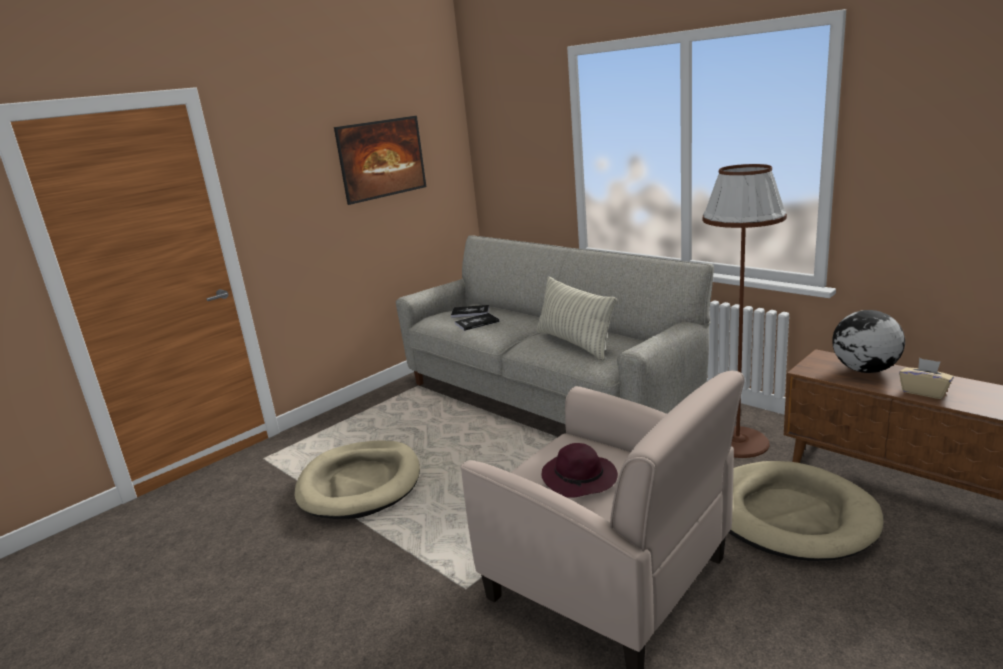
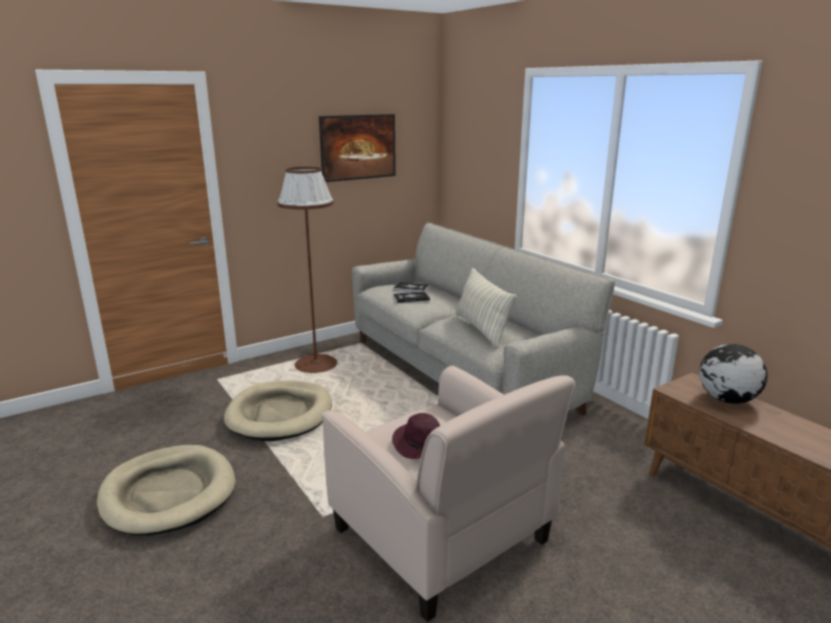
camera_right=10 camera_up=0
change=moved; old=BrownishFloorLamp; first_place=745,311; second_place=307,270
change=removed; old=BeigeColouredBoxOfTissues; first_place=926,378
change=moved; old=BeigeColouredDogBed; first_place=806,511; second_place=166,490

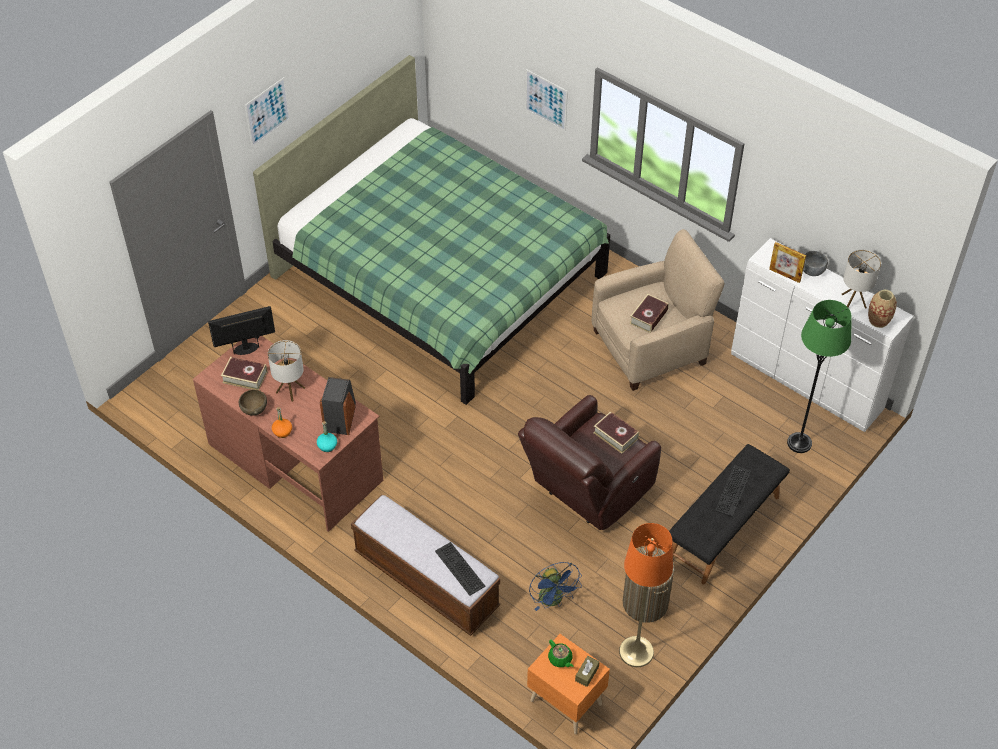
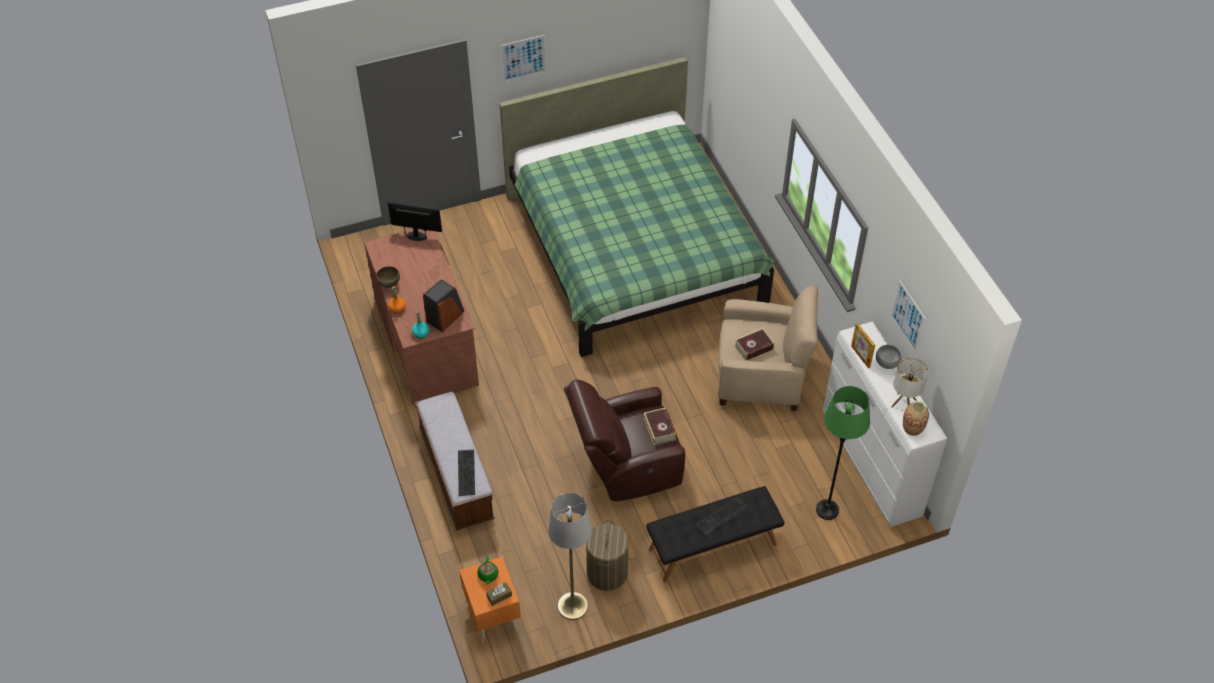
camera_right=30 camera_up=0
change=moved; old=WallPicture; first_place=546,100; second_place=908,316
change=removed; old=LampForATable; first_place=286,371
change=removed; old=Volume; first_place=244,373
change=recoloured; old=OrangeColouredFloorLamp; new=GreyishFloorLamp; first_place=646,595; second_place=570,556
change=removed; old=BlueColouredCoolingFan; first_place=555,586

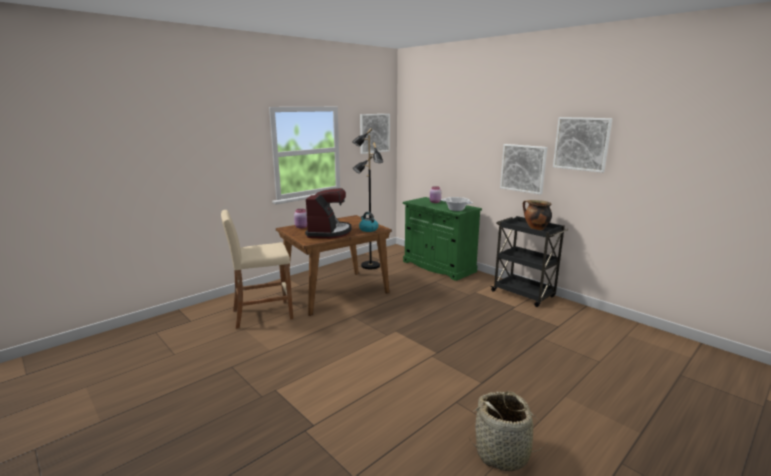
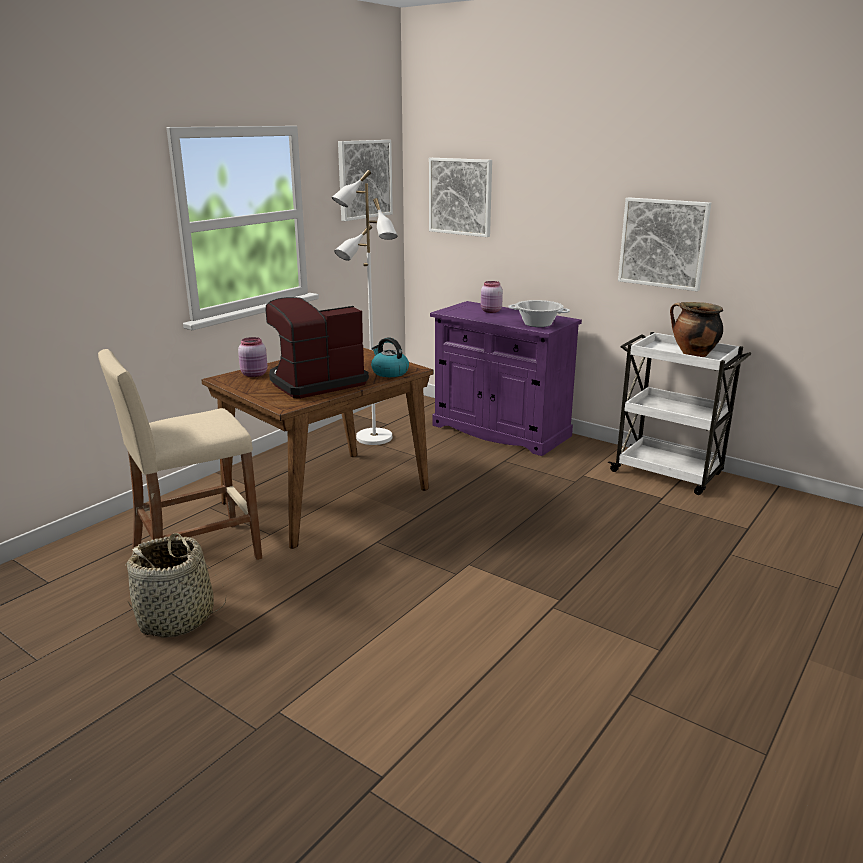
camera_right=-10 camera_up=5
change=moved; old=WallPicture; first_place=583,145; second_place=460,197
change=recoloured; old=BlackFloorLamp; new=WhiteFloorLamp; first_place=367,198; second_place=365,307
change=turned; old=CoffeeBrewer; first_place=328,213; second_place=317,348; degrees=-120
change=recoloured; old=GreenCupboard; new=PurpleCupboard; first_place=442,239; second_place=506,378
change=recoloured; old=BlackCart; new=WhiteCart; first_place=529,261; second_place=679,413
change=moved; old=StorageBasket; first_place=507,431; second_place=175,585

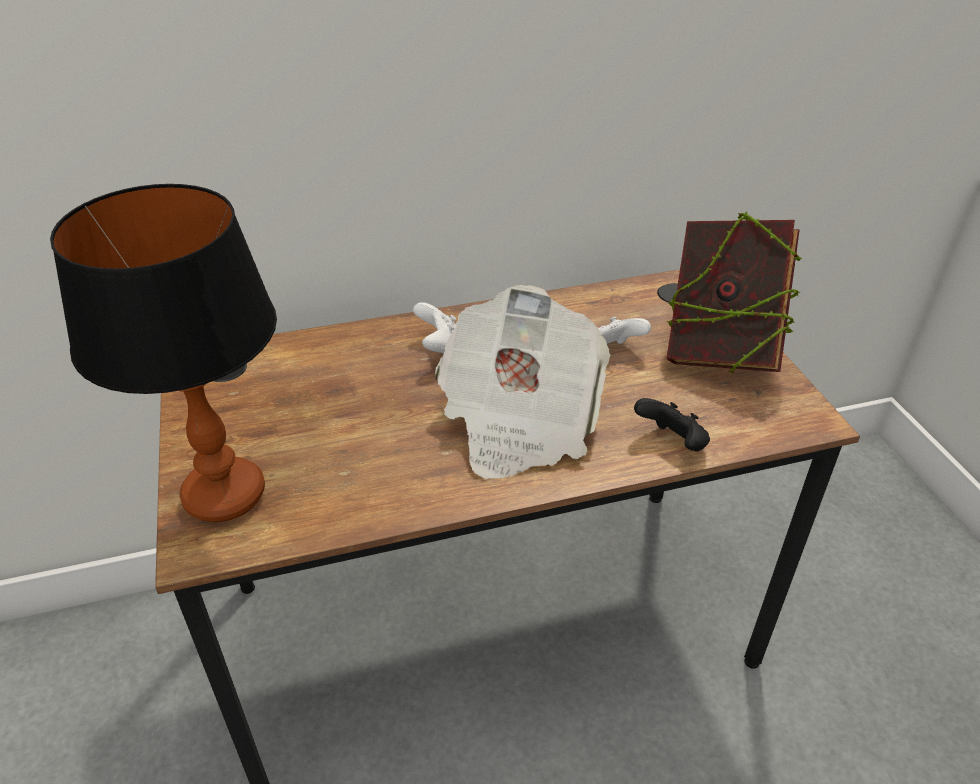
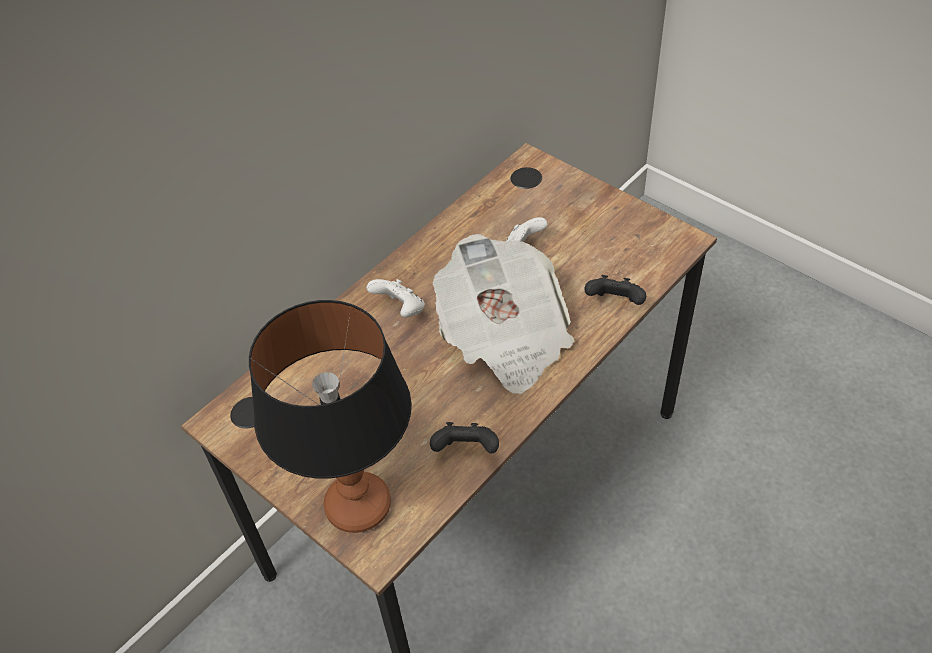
camera_right=-30 camera_up=10
change=removed; old=Volume; first_place=734,292
change=added; new=BlackGamepad; second_place=464,438

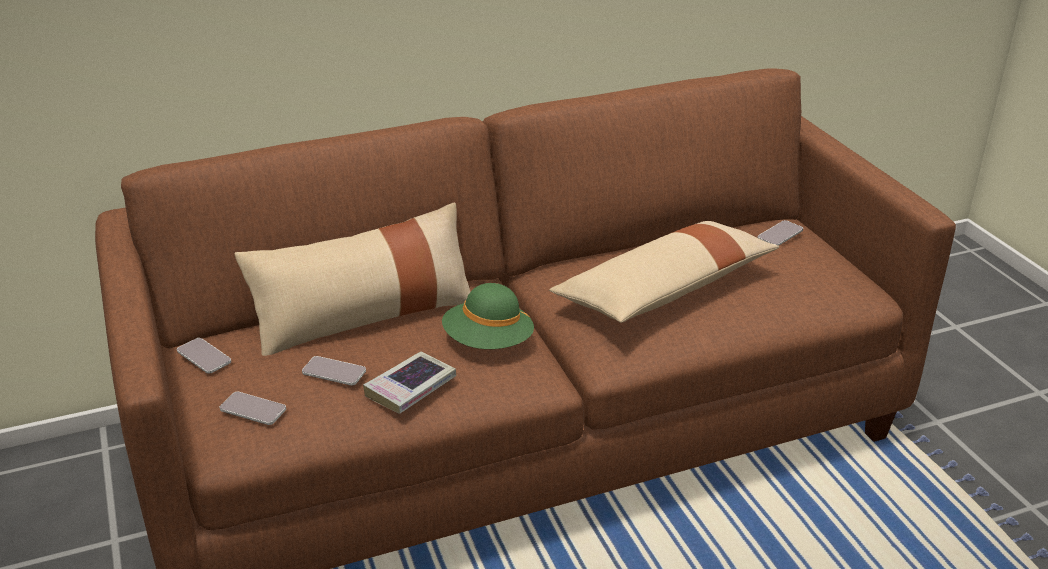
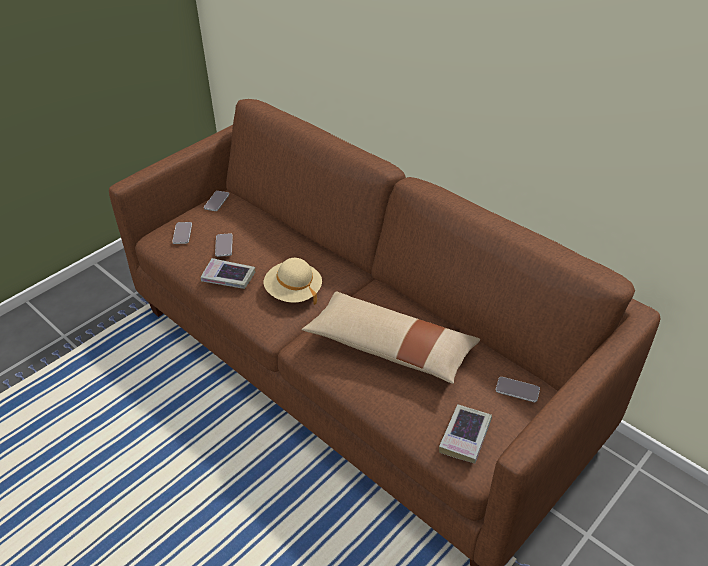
camera_right=65 camera_up=10
change=removed; old=BeigeColouredCushion; first_place=352,279
change=recoloured; old=GreenHat; new=BeigeColouredHat; first_place=488,316; second_place=293,281
change=added; new=Volume; second_place=465,433

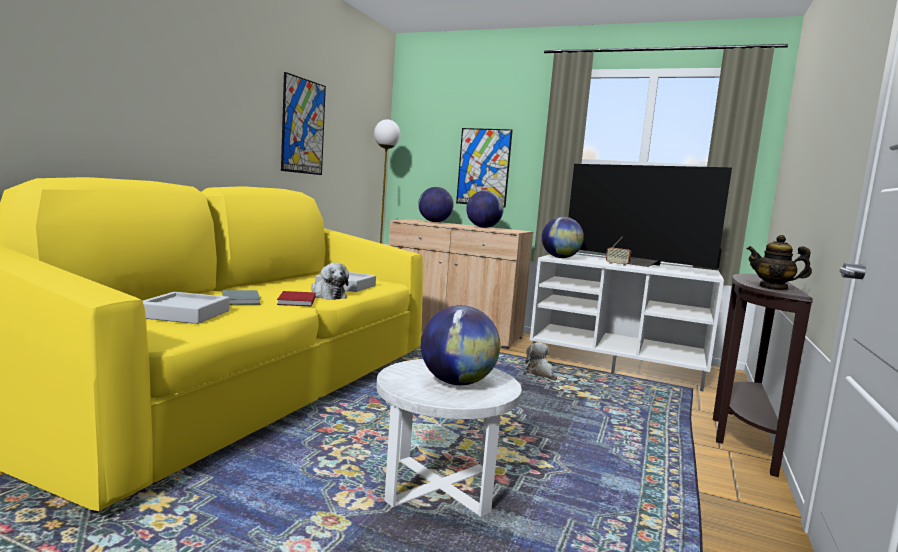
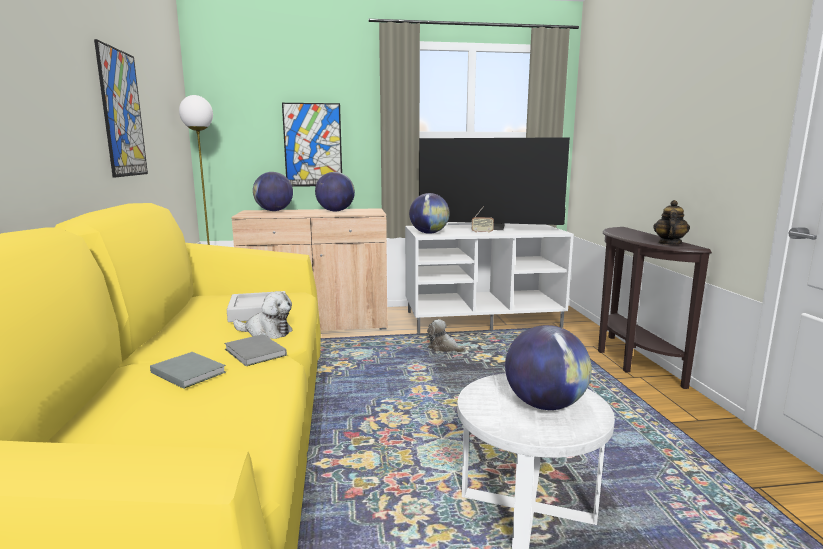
camera_right=-30 camera_up=5
change=turned; old=TeaPot; first_place=779,262; second_place=671,222; degrees=120
change=recoloured; old=ReddishVolume; new=GreyishVolume; first_place=296,299; second_place=255,350
change=removed; old=GreyishServingTray; first_place=186,308

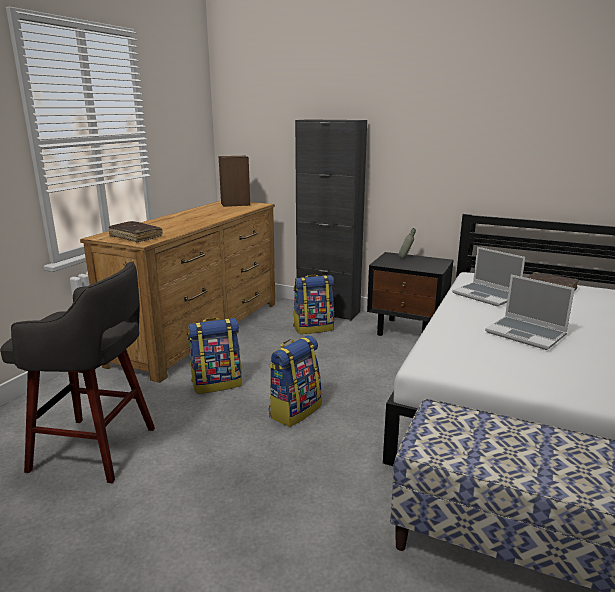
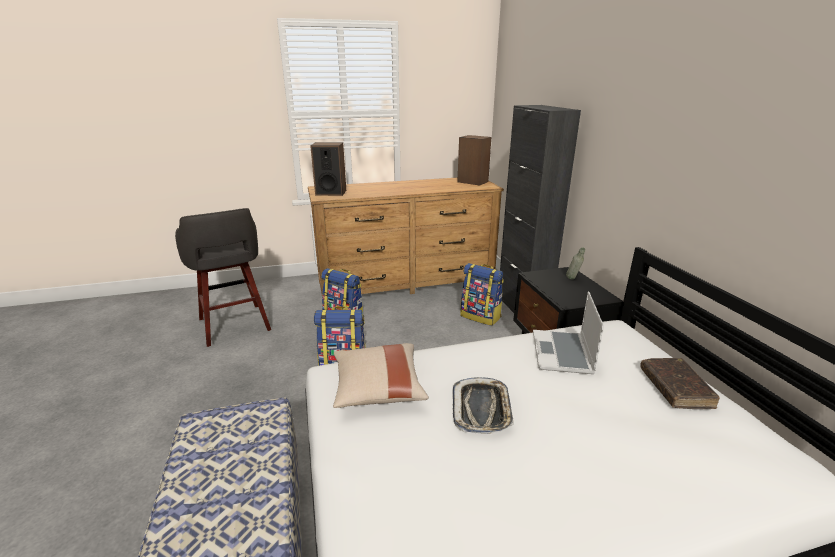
camera_right=50 camera_up=5
change=replaced; old=BrownishVolume; new=Loudspeaker; first_place=136,231; second_place=328,169
change=replaced; old=PortableComputer; new=ServingTray; first_place=530,312; second_place=483,405
change=added; new=BeigeColouredCushion; second_place=381,375

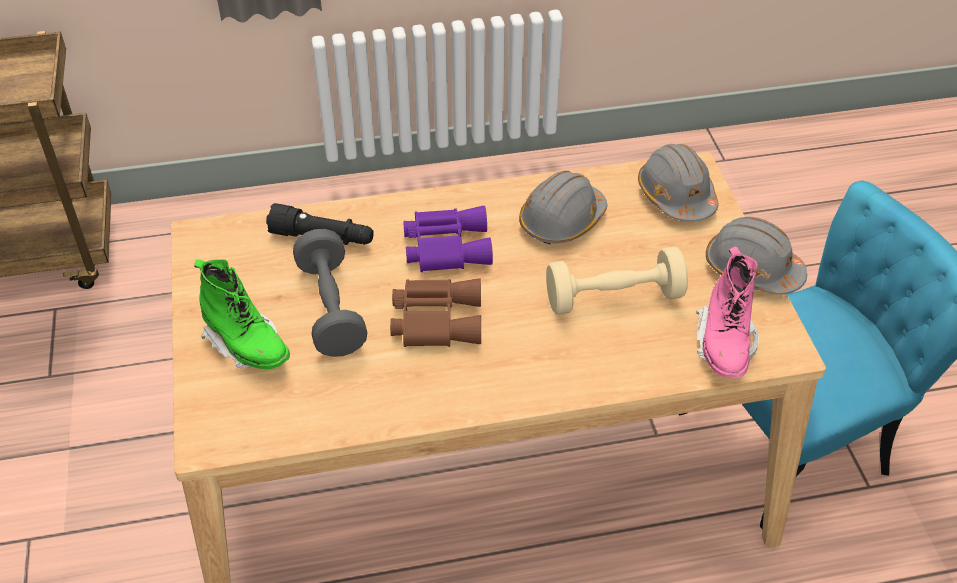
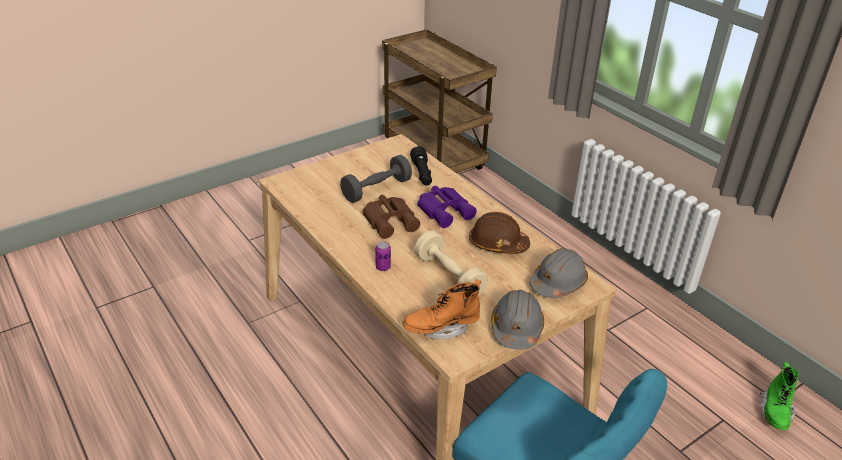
camera_right=65 camera_up=-10
change=recoloured; old=GreyishHardHat; new=BrownishHardHat; first_place=563,207; second_place=499,233
change=recoloured; old=PinkTallBoot; new=OrangeColouredTallBoot; first_place=727,312; second_place=442,309
change=moved; old=GreenTallBoot; first_place=242,314; second_place=779,396
change=added; new=SealedCan; second_place=383,256

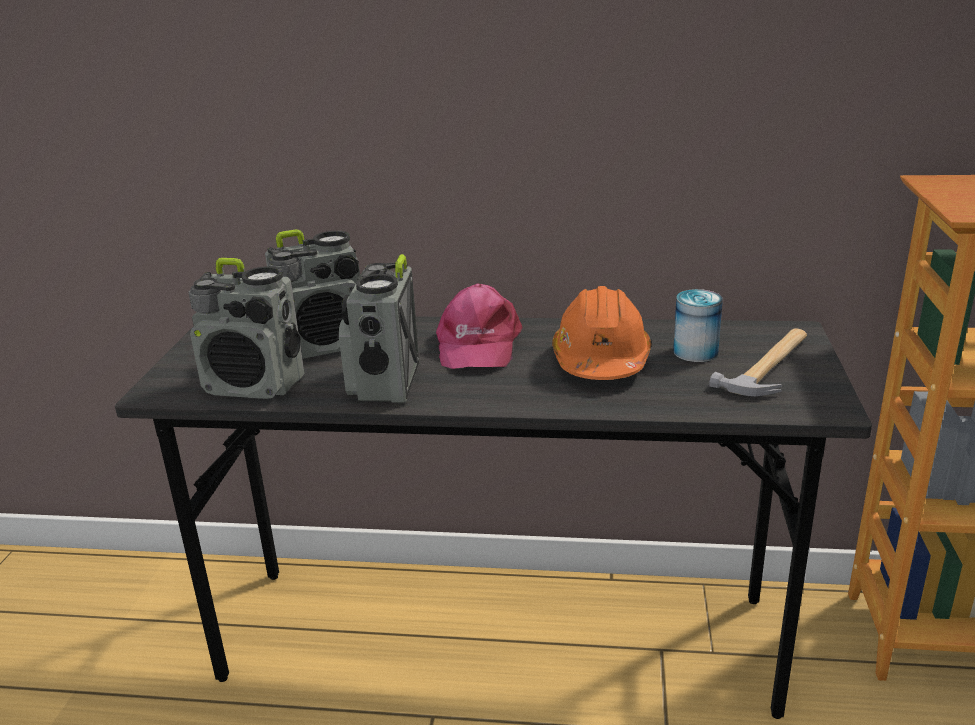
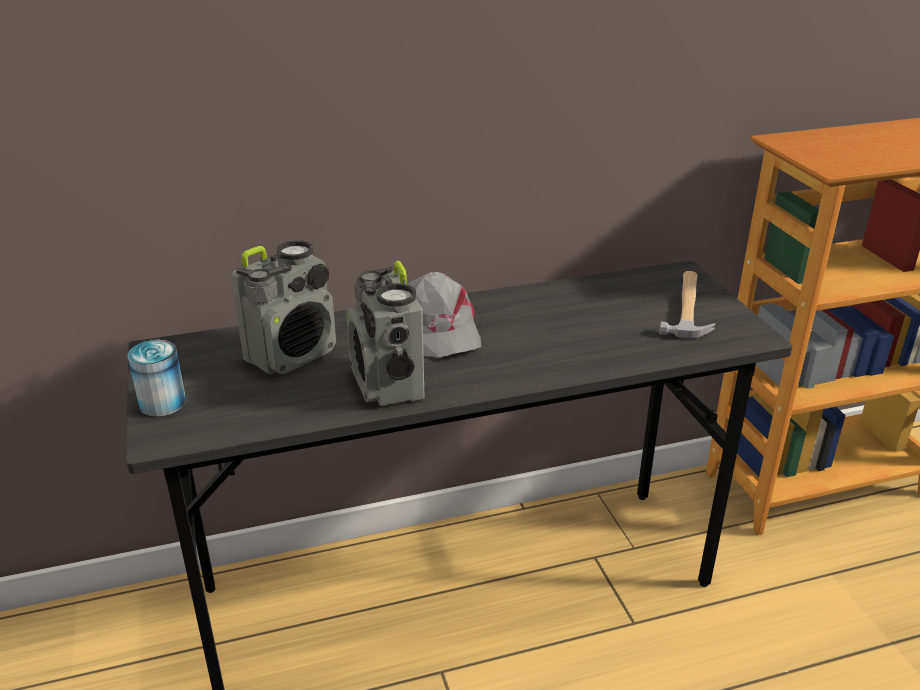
camera_right=-25 camera_up=5
change=removed; old=RadioReceiver; first_place=246,328
change=recoloured; old=PinkBaseballCap; new=GreyishBaseballCap; first_place=479,326; second_place=444,315
change=removed; old=OrangeColouredHardHat; first_place=601,333
change=moved; old=SealedCan; first_place=698,325; second_place=156,378

